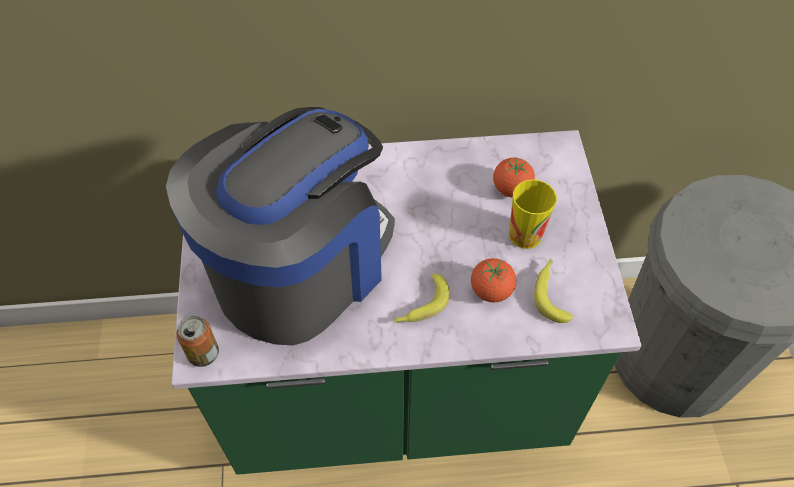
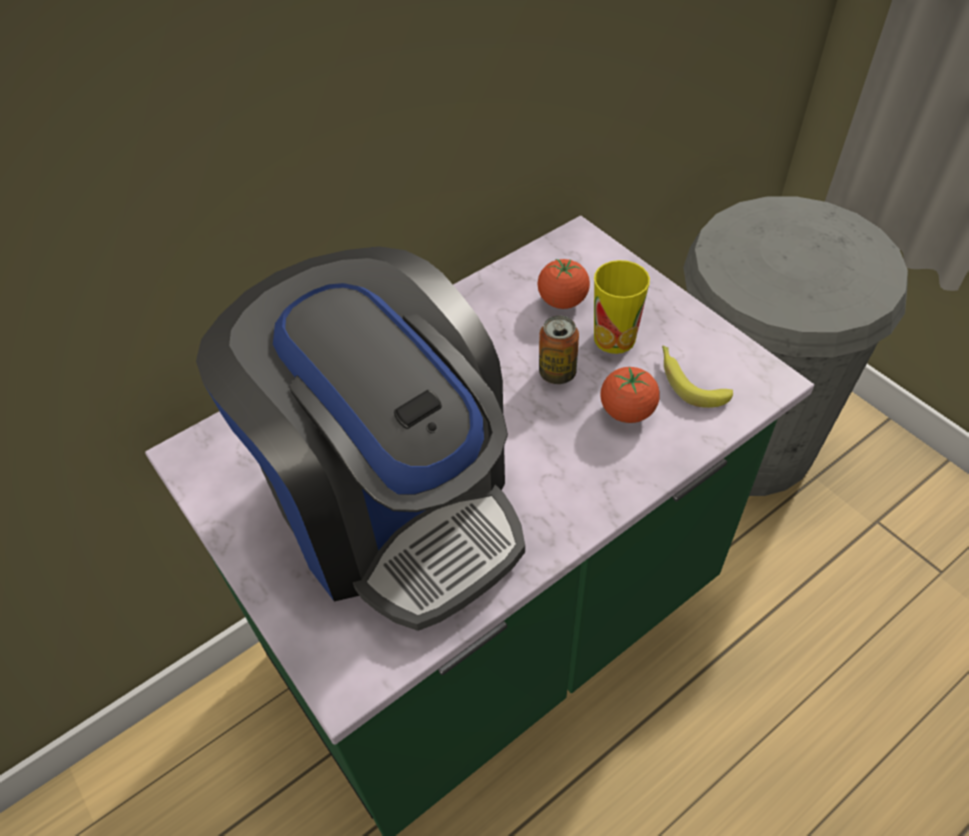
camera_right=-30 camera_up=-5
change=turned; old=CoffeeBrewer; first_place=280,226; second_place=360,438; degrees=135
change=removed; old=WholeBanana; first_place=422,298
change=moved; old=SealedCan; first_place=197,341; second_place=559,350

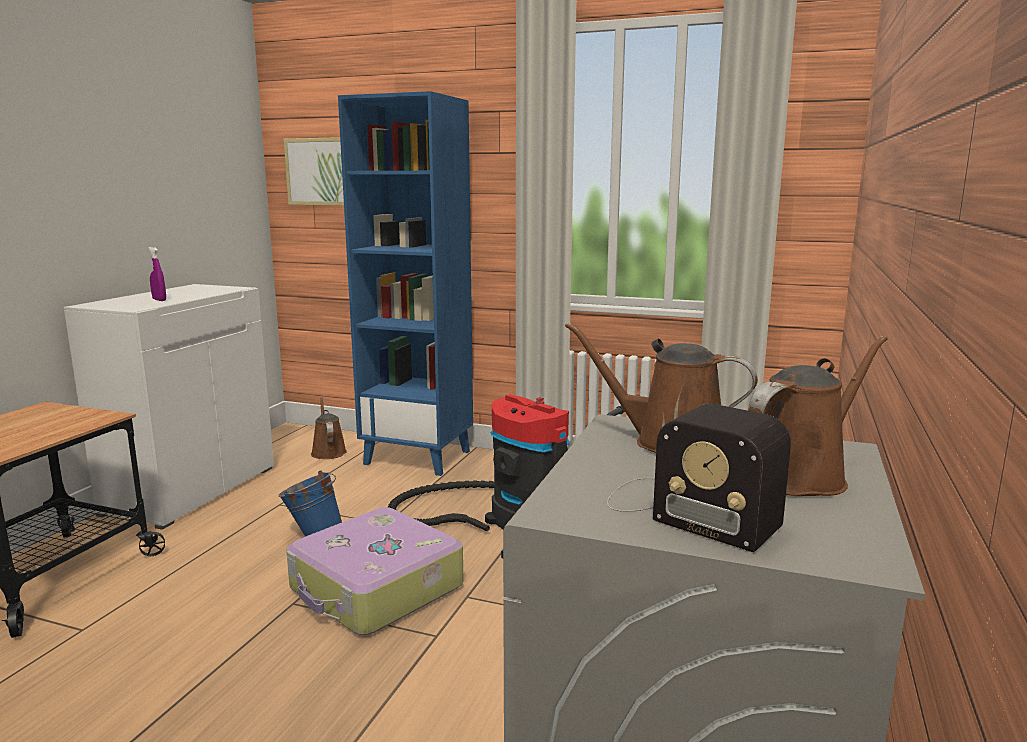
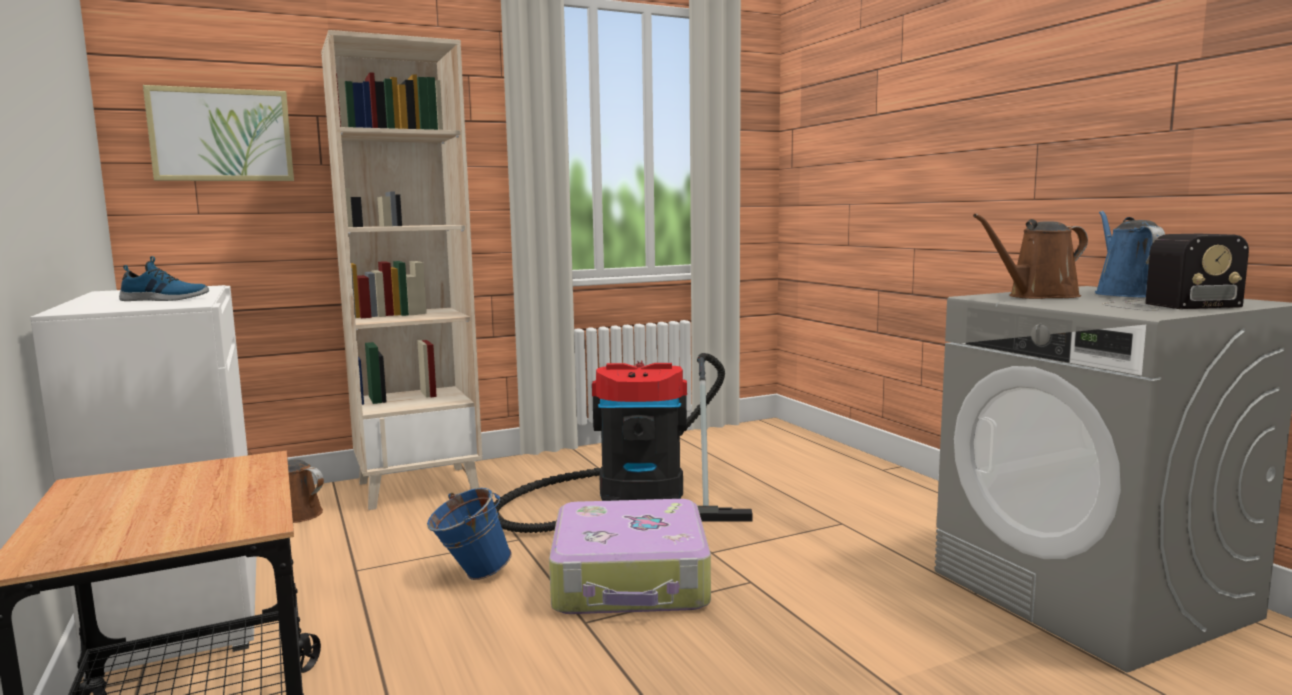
camera_right=-45 camera_up=-5
change=recoloured; old=BlueColouredShelvingUnit; new=BeigeColouredShelvingUnit; first_place=405,283; second_place=401,270
change=replaced; old=PurpleSprayBottle; new=Shoe; first_place=157,274; second_place=164,278
change=recoloured; old=BrownishSprinklingCan; new=BlueColouredSprinklingCan; first_place=818,416; second_place=1130,254

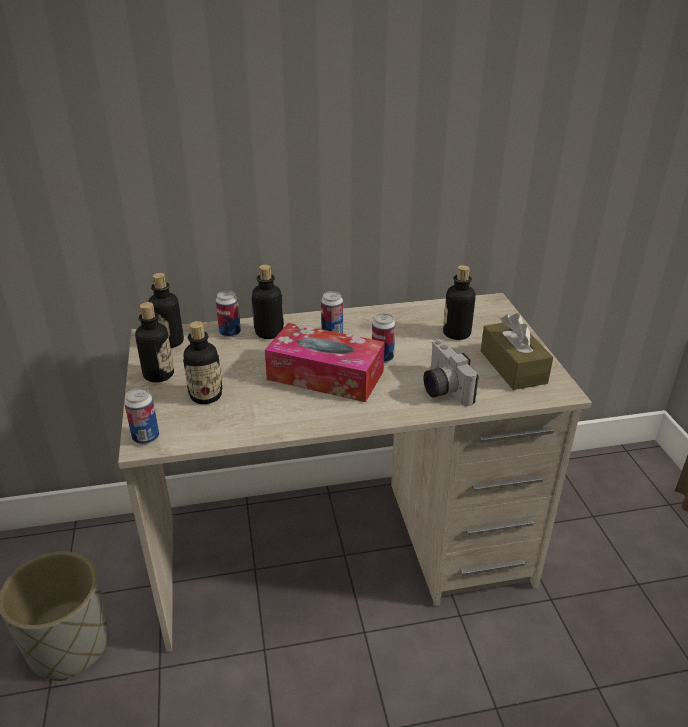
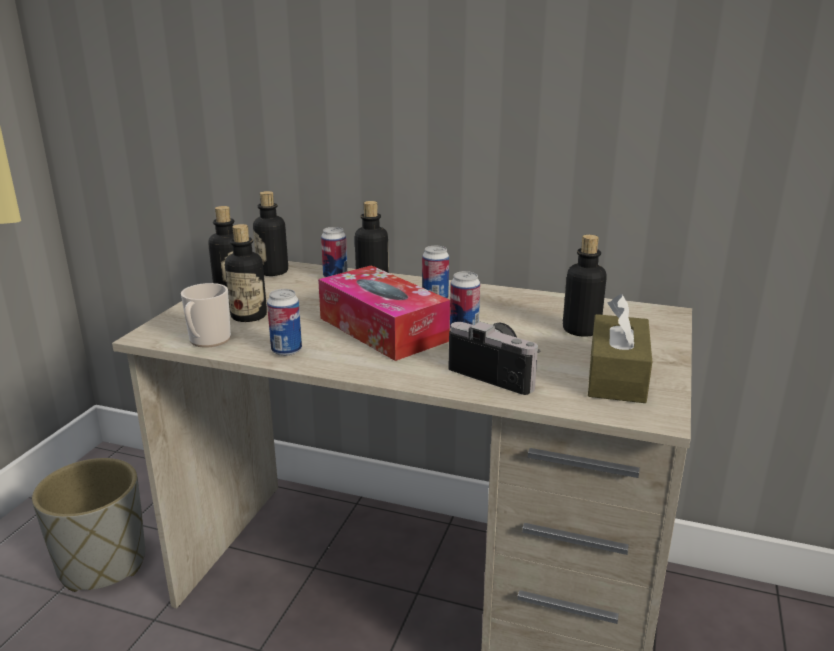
camera_right=30 camera_up=-10
change=turned; old=PhotoCamera; first_place=451,372; second_place=494,358; degrees=120
change=moved; old=SealedCan; first_place=141,416; second_place=284,322
change=added; new=Mug; second_place=206,315

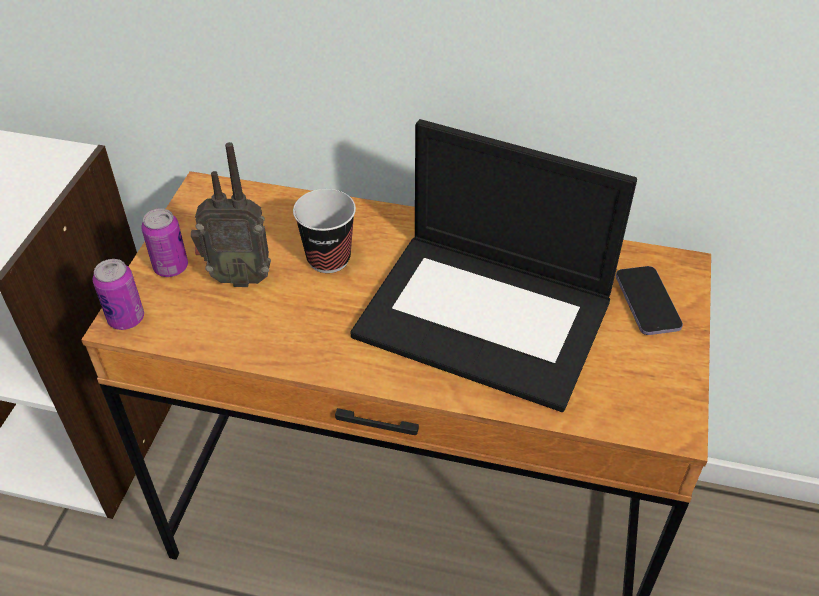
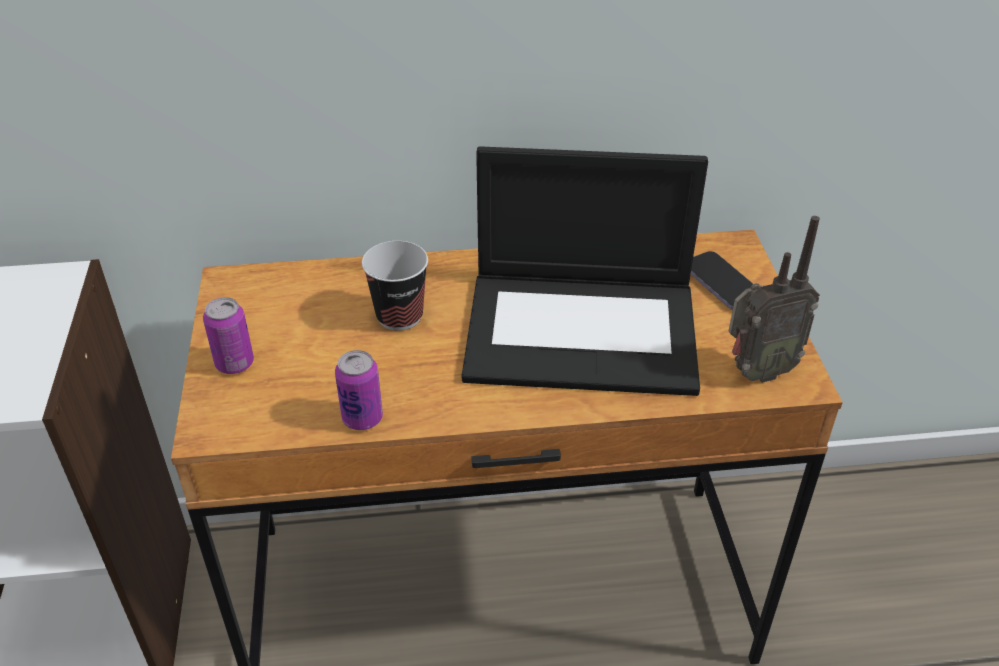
camera_right=-20 camera_up=-5
change=moved; old=RadioReceiver; first_place=231,214; second_place=774,299
change=moved; old=SealedCan; first_place=118,294; second_place=359,390

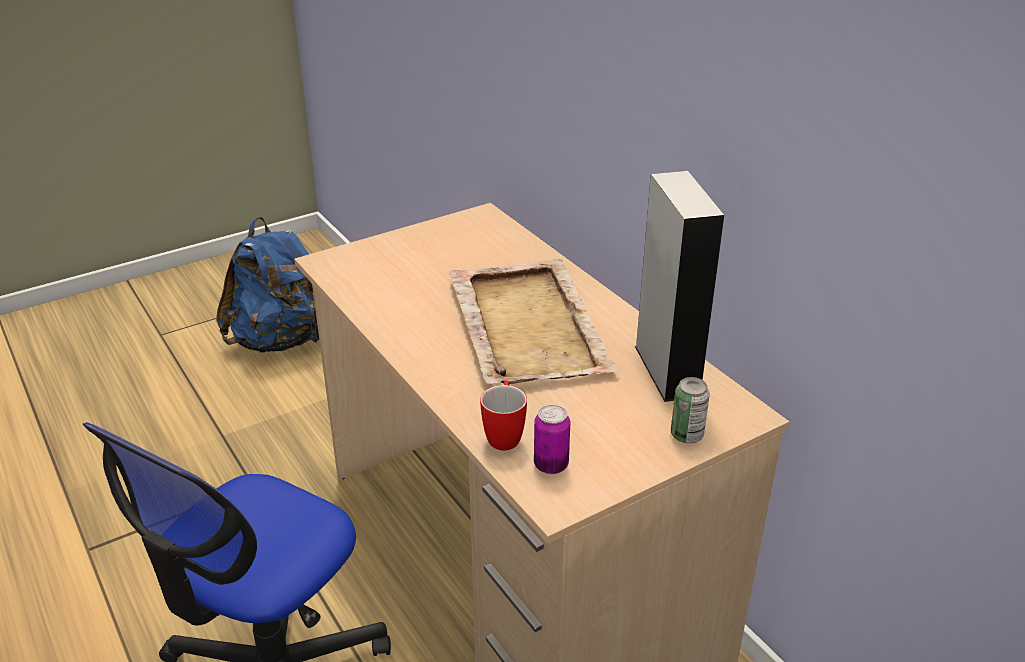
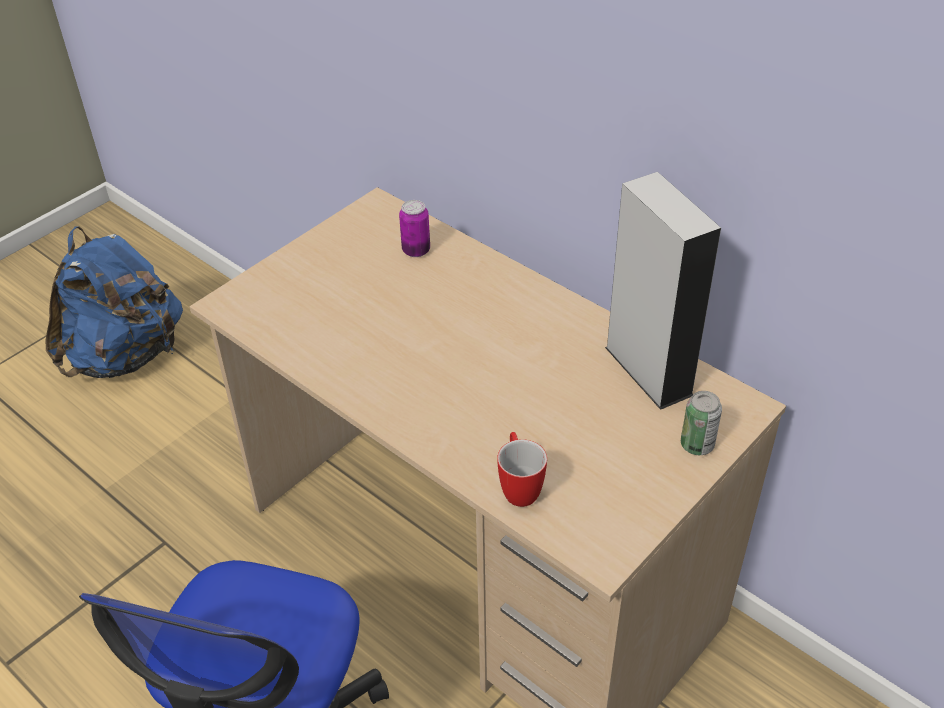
camera_right=-15 camera_up=10
change=removed; old=BeigeColouredServingTray; first_place=534,321
change=moved; old=SealedCan; first_place=552,439; second_place=414,228

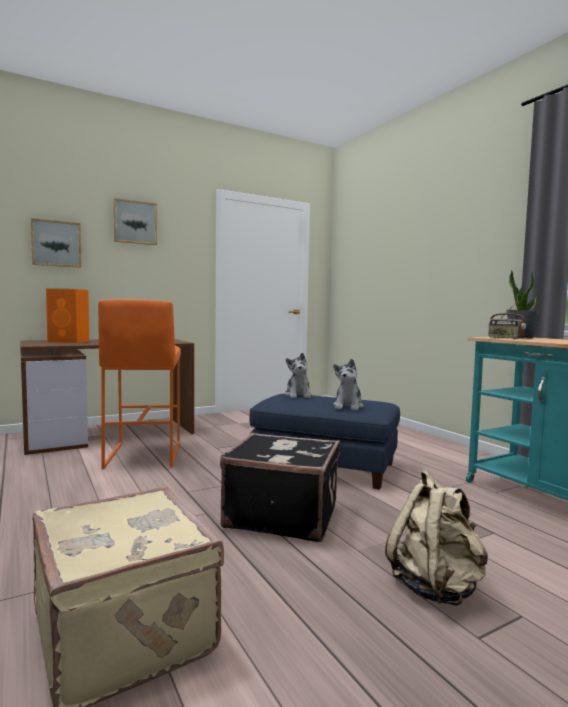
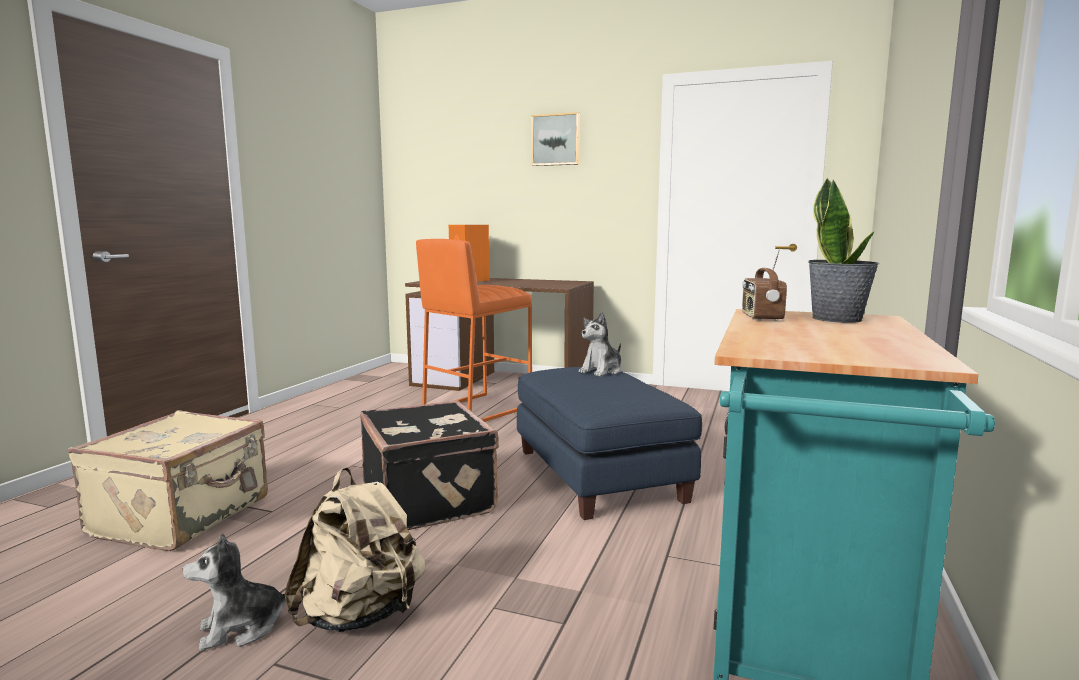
camera_right=50 camera_up=5
change=removed; old=WallPicture; first_place=56,243
change=moved; old=SoftToy; first_place=348,384; second_place=234,592

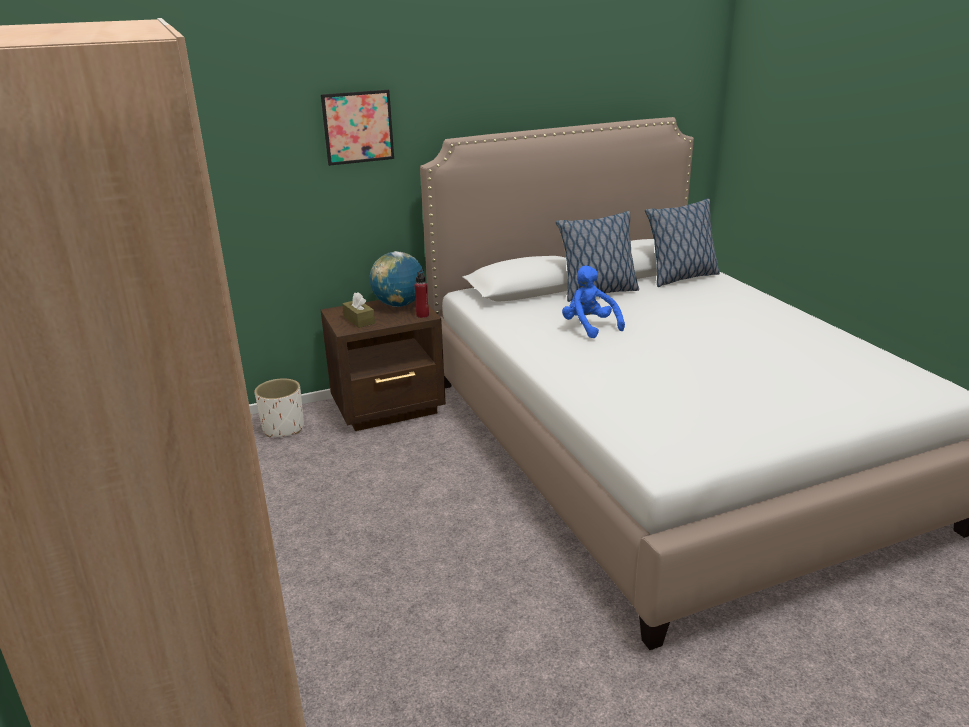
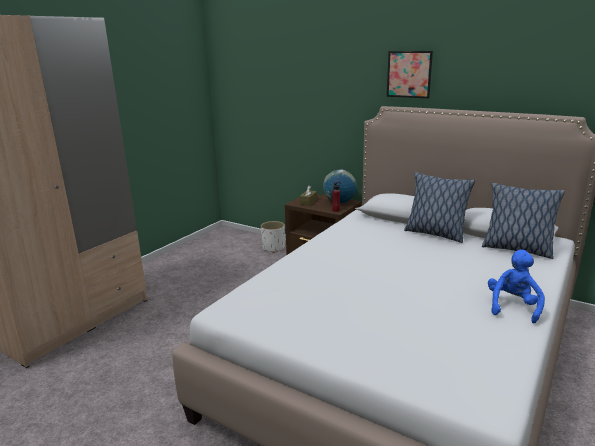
camera_right=55 camera_up=-5
change=moved; old=WallPicture; first_place=357,128; second_place=410,74
change=moved; old=BlueColouredSoftToy; first_place=593,301; second_place=516,286

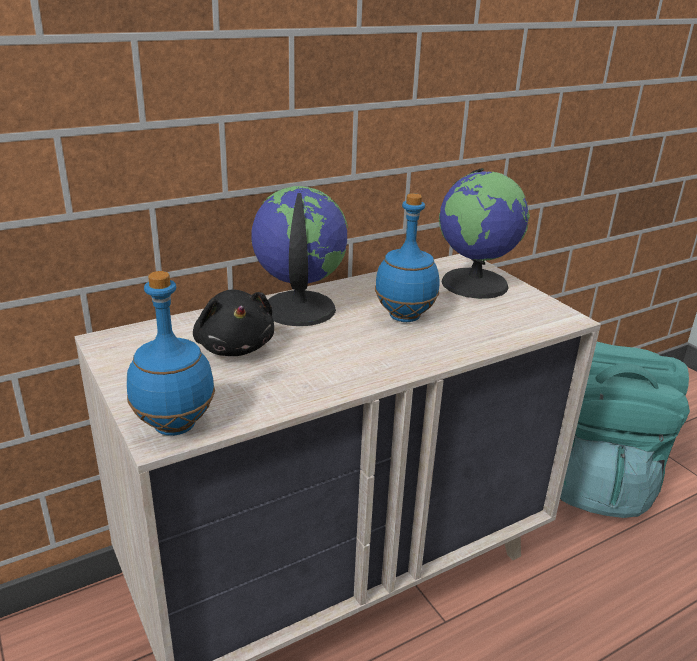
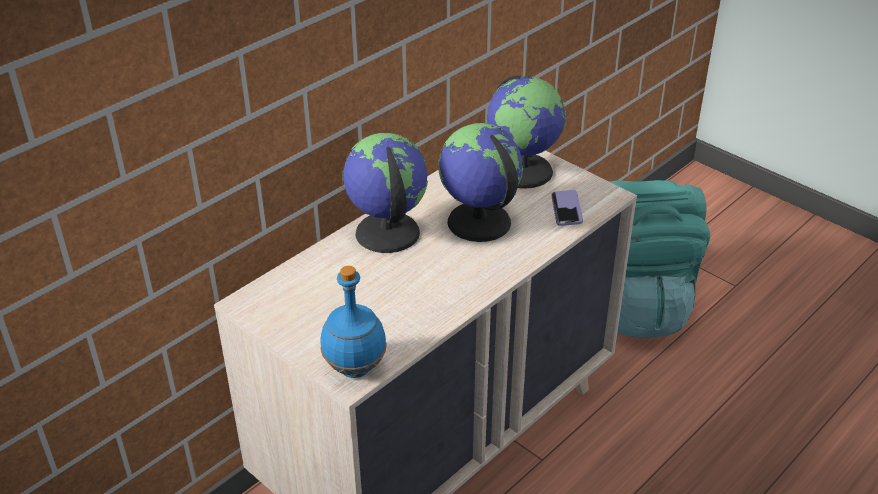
camera_right=-15 camera_up=10
change=replaced; old=BlueColouredDrinkBottle; new=DeskGlobe; first_place=407,257; second_place=480,182
change=removed; old=BlackSoftToy; first_place=233,323
change=added; new=Handset; second_place=567,208

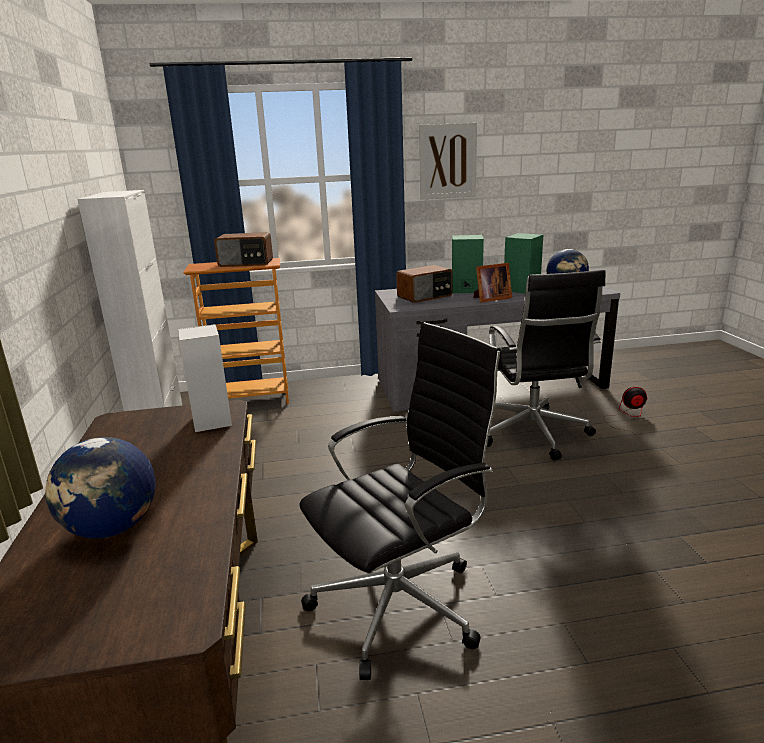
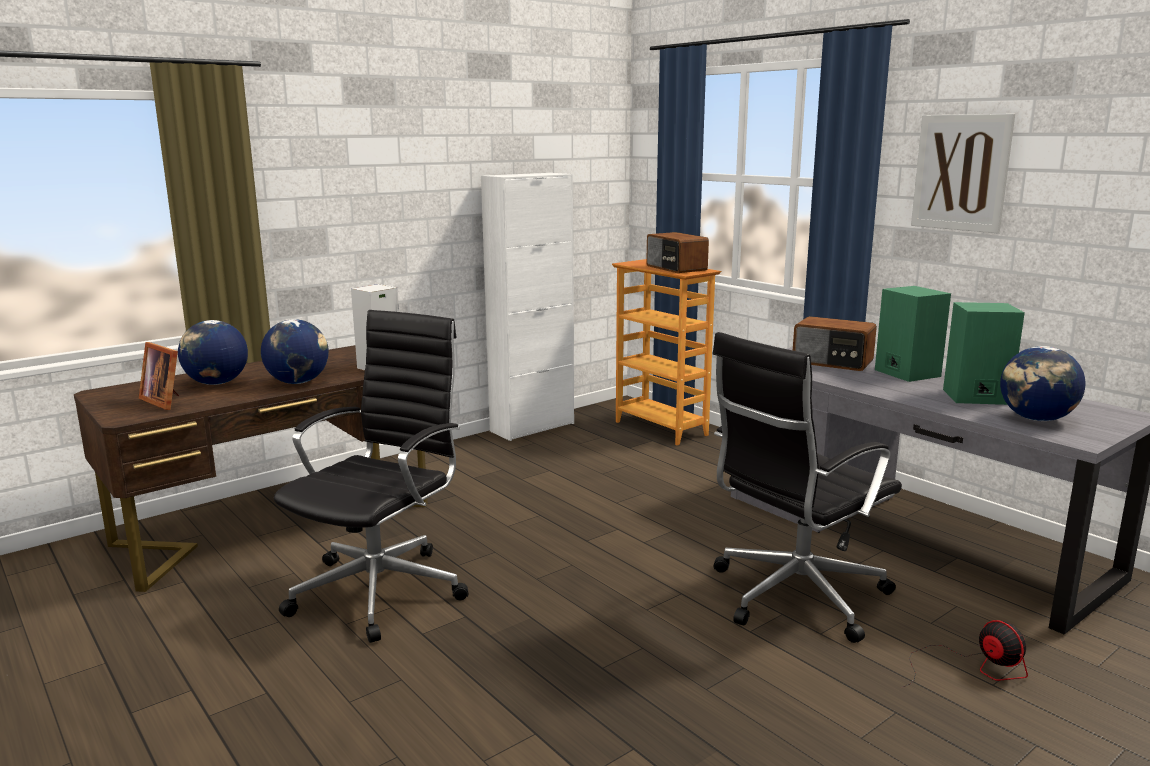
camera_right=60 camera_up=-5
change=moved; old=PictureFrame; first_place=493,283; second_place=159,376
change=turned; old=BlackOfficeChair; first_place=400,501; second_place=371,476; degrees=-90
change=added; new=DeskGlobe; second_place=295,351

